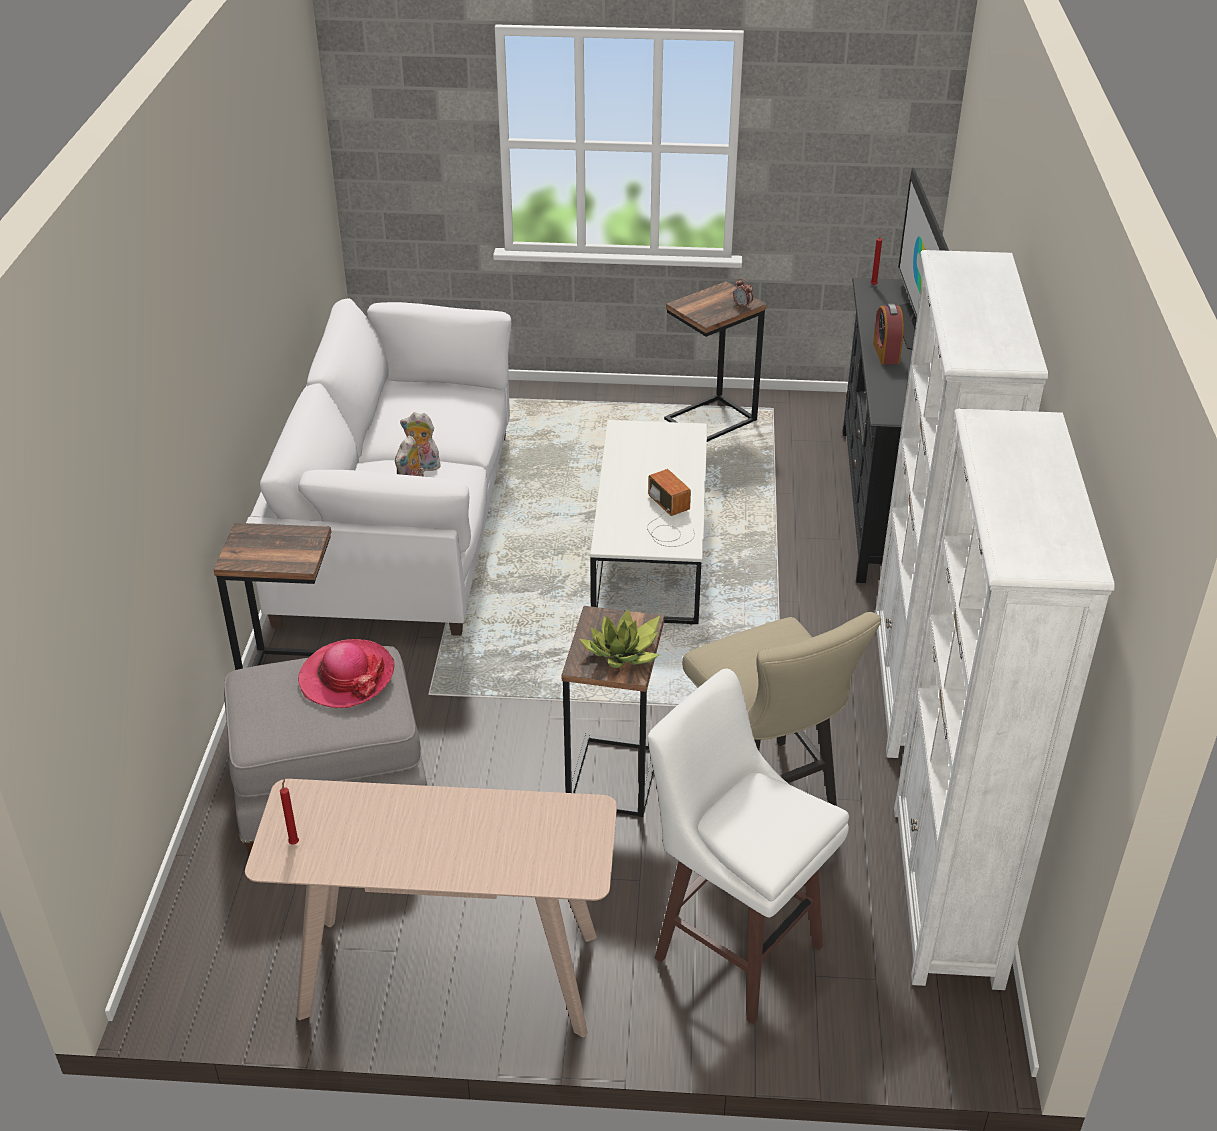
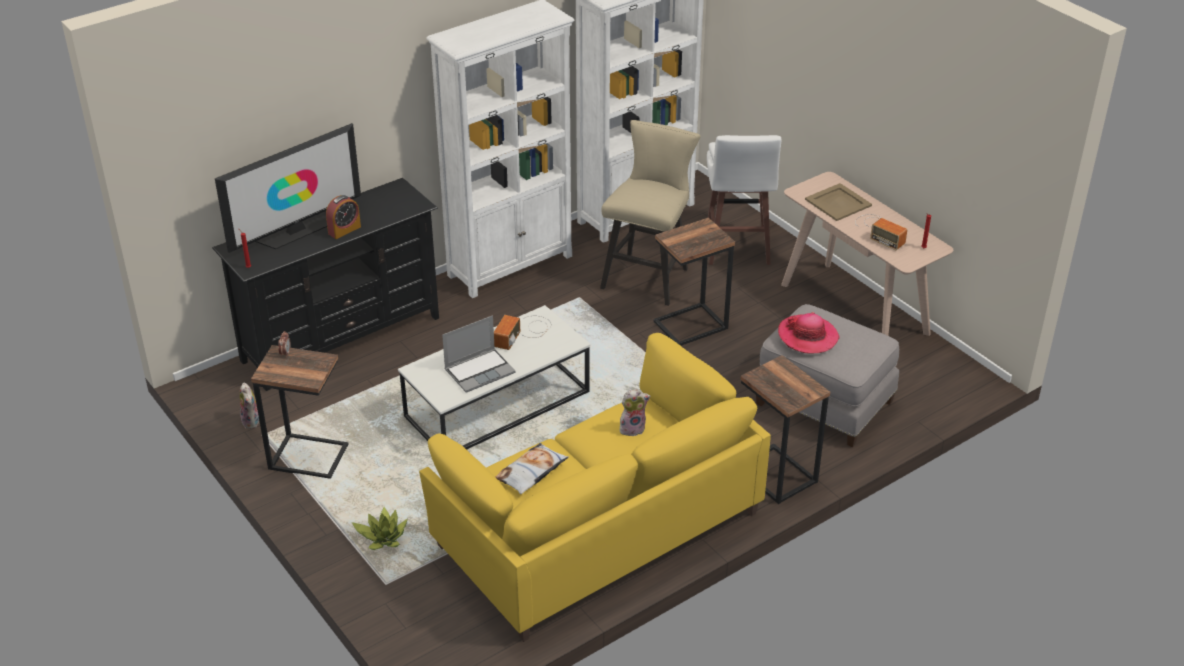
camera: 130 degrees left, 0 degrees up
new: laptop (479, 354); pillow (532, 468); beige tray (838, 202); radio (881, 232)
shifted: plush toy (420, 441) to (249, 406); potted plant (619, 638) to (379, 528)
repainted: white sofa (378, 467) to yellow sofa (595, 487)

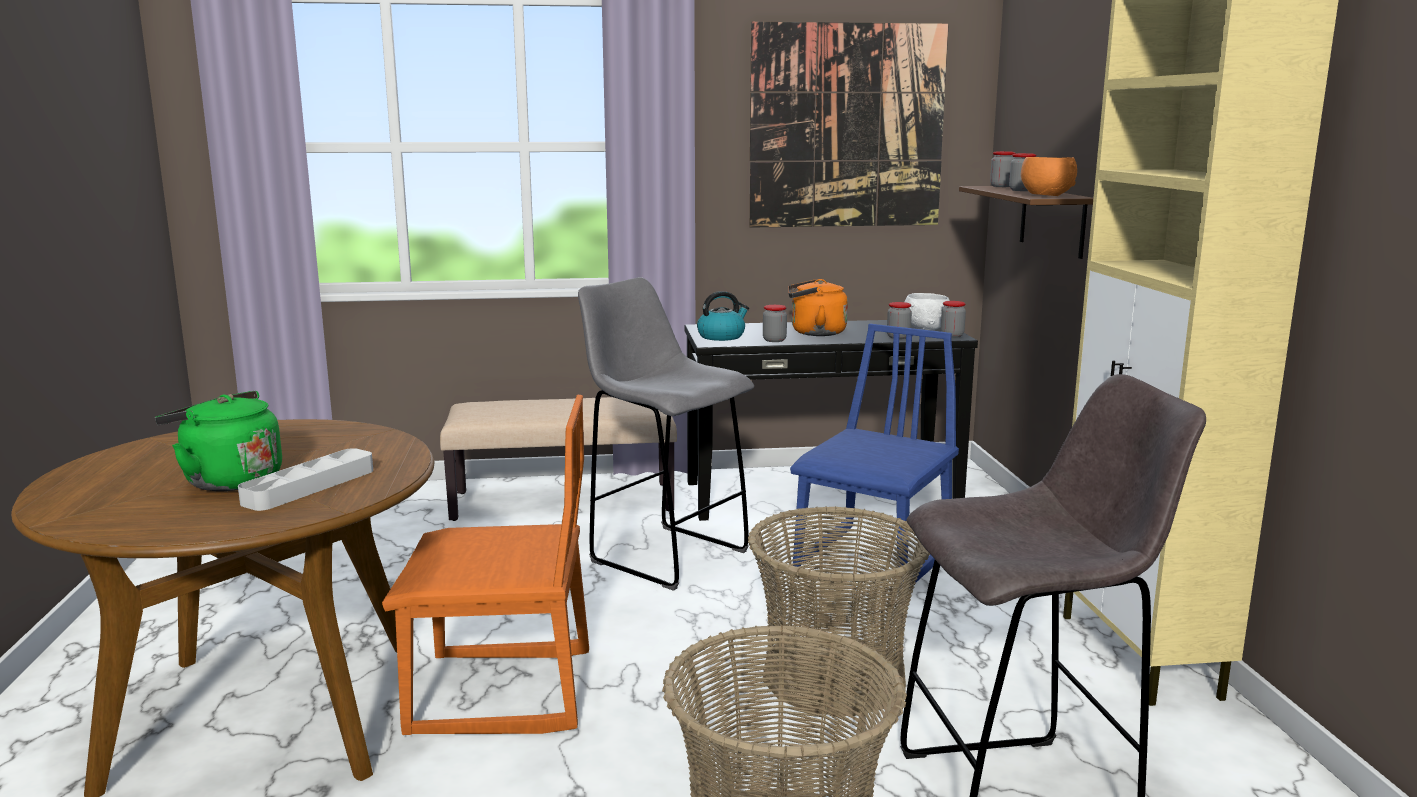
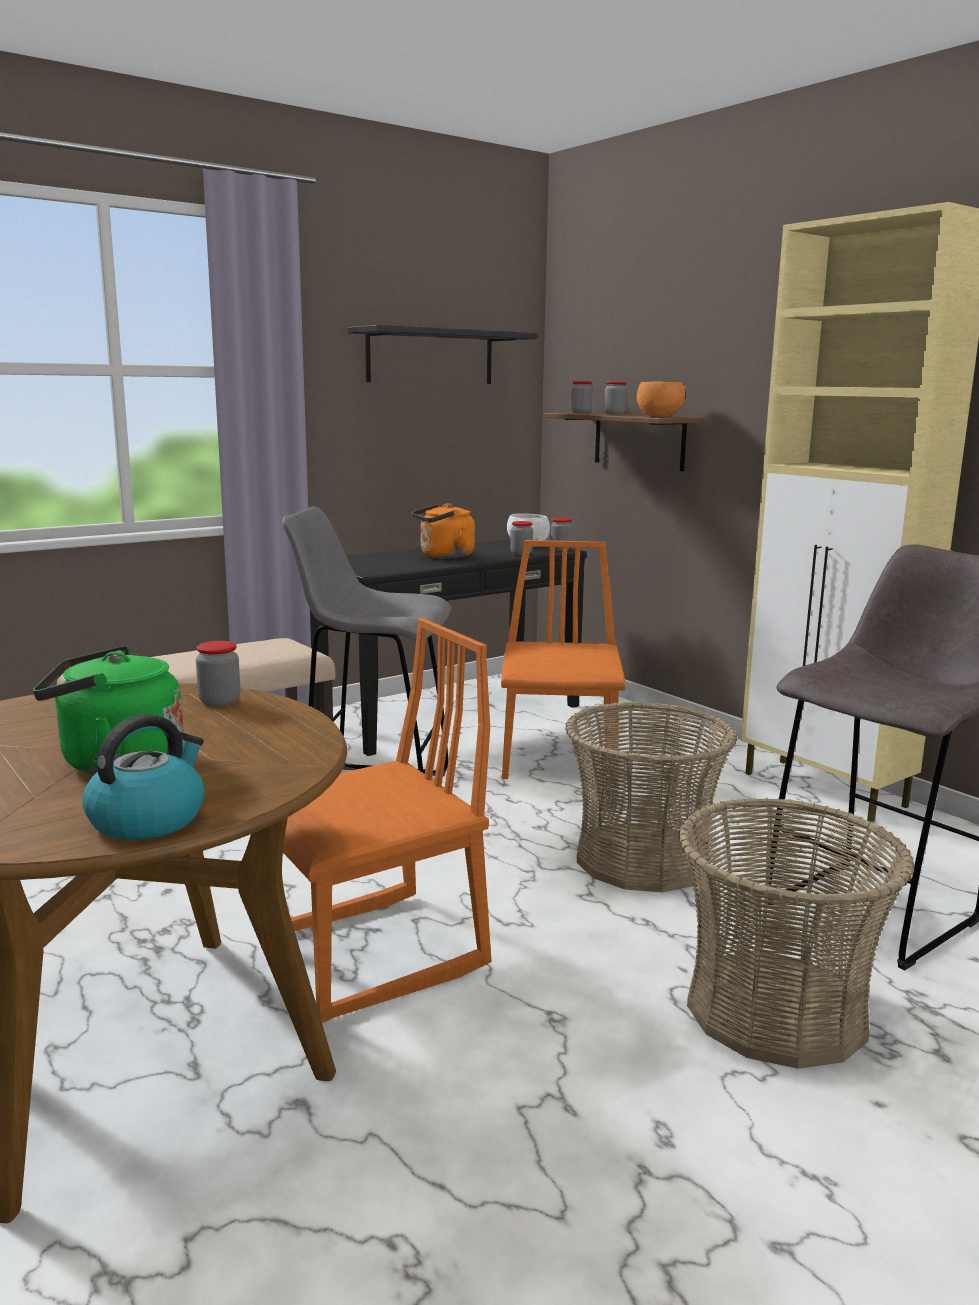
camera: 30 degrees left, 0 degrees up
gone: grey tray (305, 479)
shifted: kettle (723, 316) to (143, 777); jar (775, 323) to (218, 674)
swapped: picture (849, 124) to black shelf (443, 354)
repainted: blue chair (874, 459) to orange chair (563, 659)

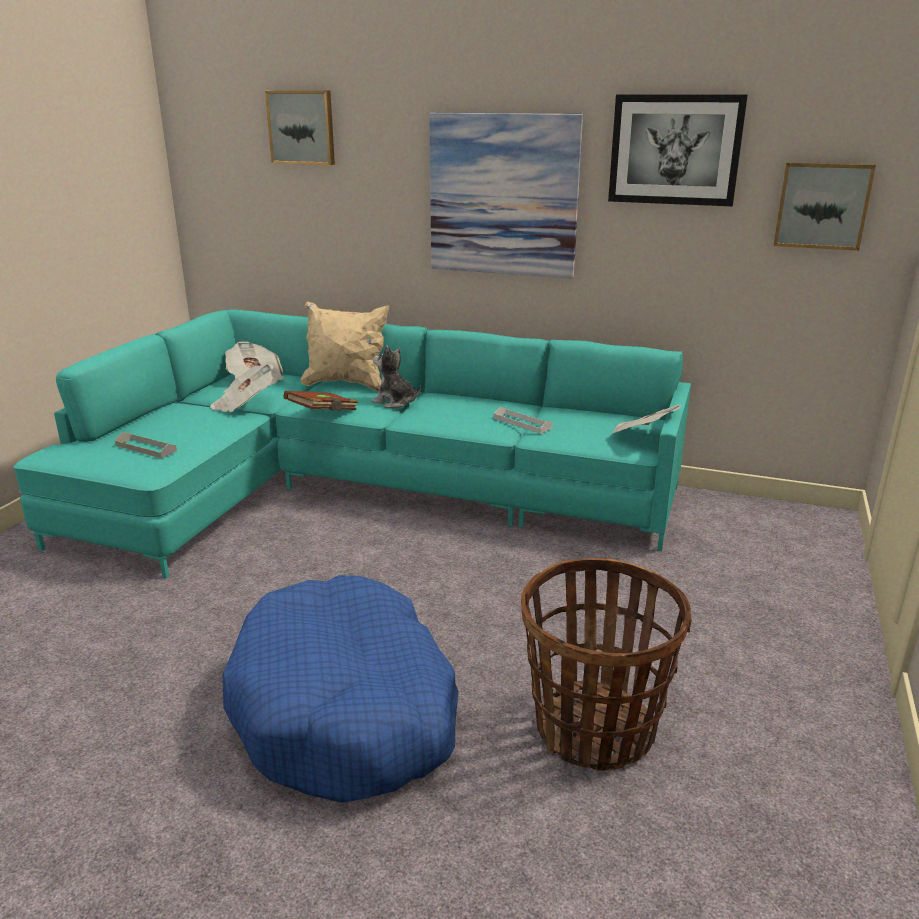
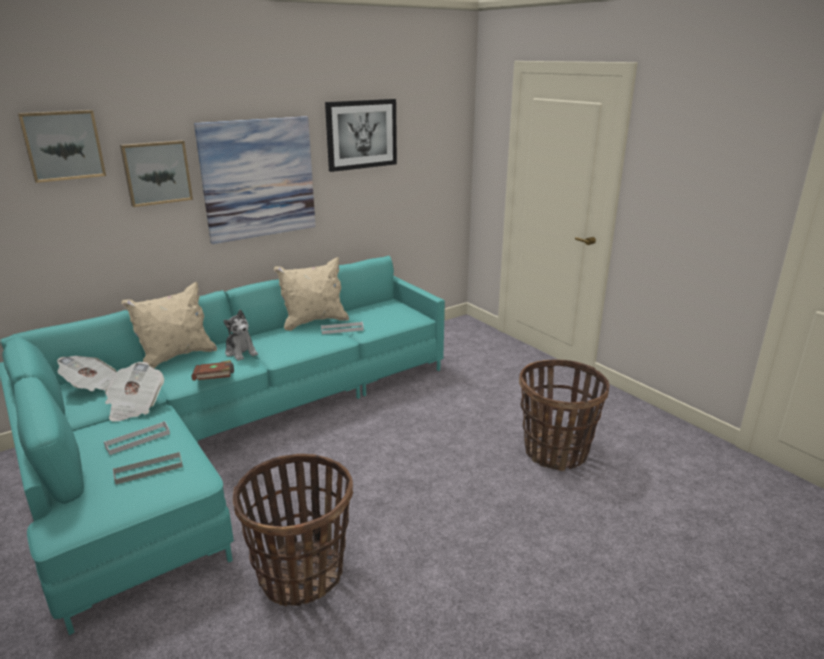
camera: 55 degrees left, 0 degrees up
gone: blue dog bed (340, 689); newspaper (645, 419)
new: white tray (137, 438); basket (293, 530); beige pillow (311, 294)
shifted: picture (825, 206) to (156, 173)
rotated: plush toy (396, 376) = (240, 335) 105 degrees counterclockwise

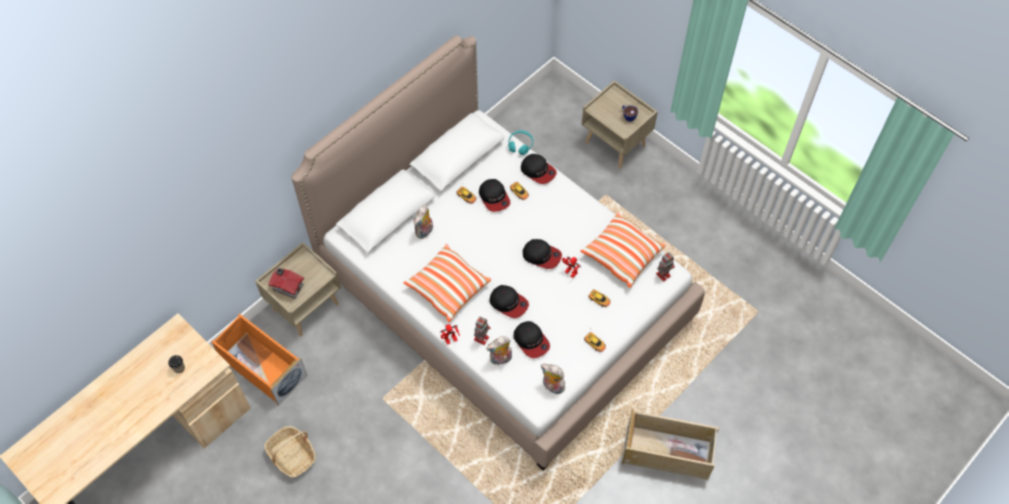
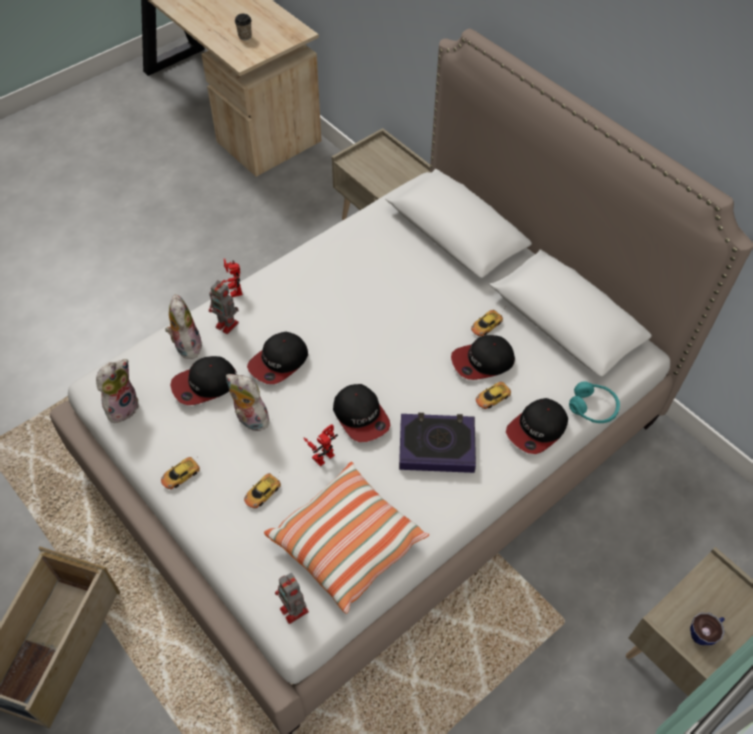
camera: 95 degrees right, 5 degrees down
gone: orange storage box (259, 360); basket (290, 452); toy house (286, 283); pillow (447, 283)
new: book (437, 443)
shifted: plush toy (423, 222) to (250, 402)
rotated: cap (542, 254) = (361, 413) 60 degrees counterclockwise

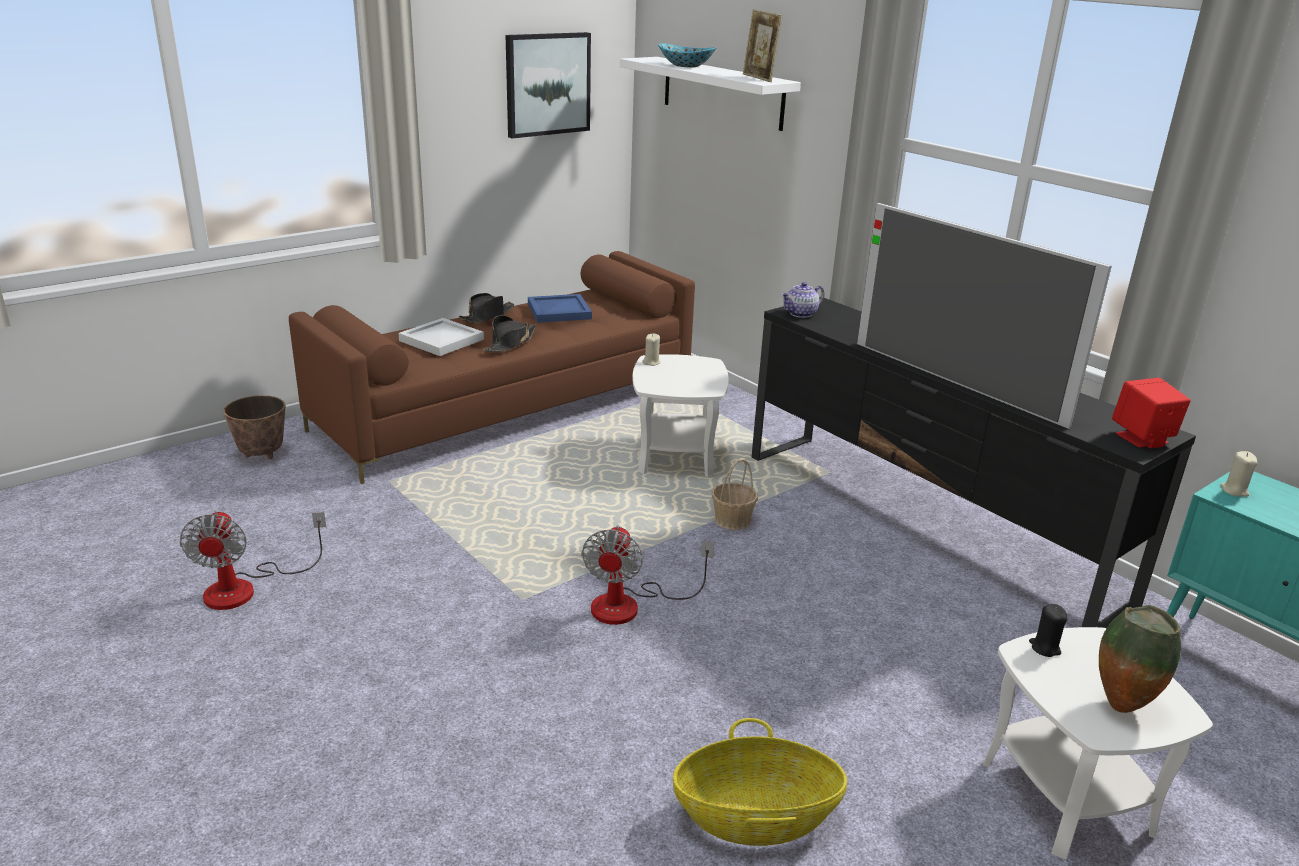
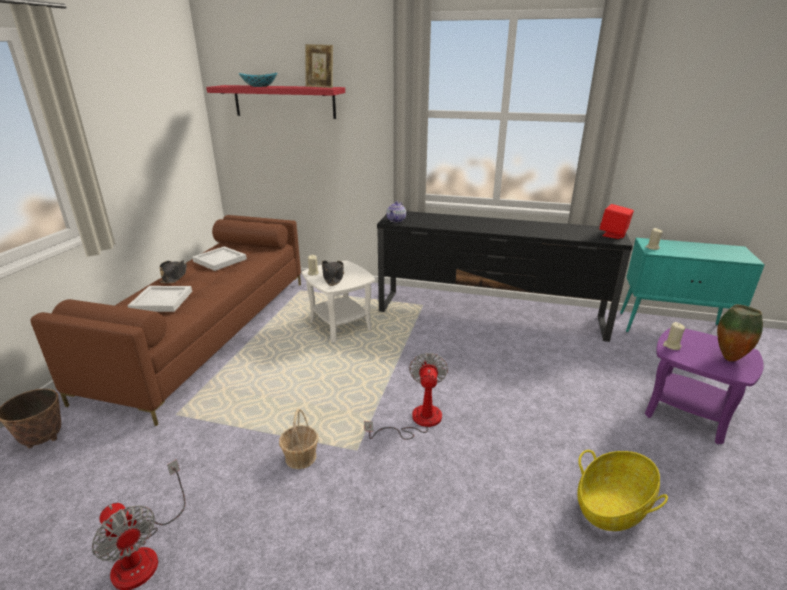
camera: 35 degrees left, 0 degrees up
gone: picture (548, 85); television (984, 316)
shifted: black hat (509, 333) to (333, 273); basket (735, 494) to (298, 439)
repainted: blue tray (560, 308) to white tray (219, 258); white shelf (710, 94) to red shelf (275, 102); white side table (1098, 743) to purple side table (704, 386); black candle (1048, 630) to beige candle (674, 336)
rotated: fan (648, 575) = (406, 396) 150 degrees counterclockwise

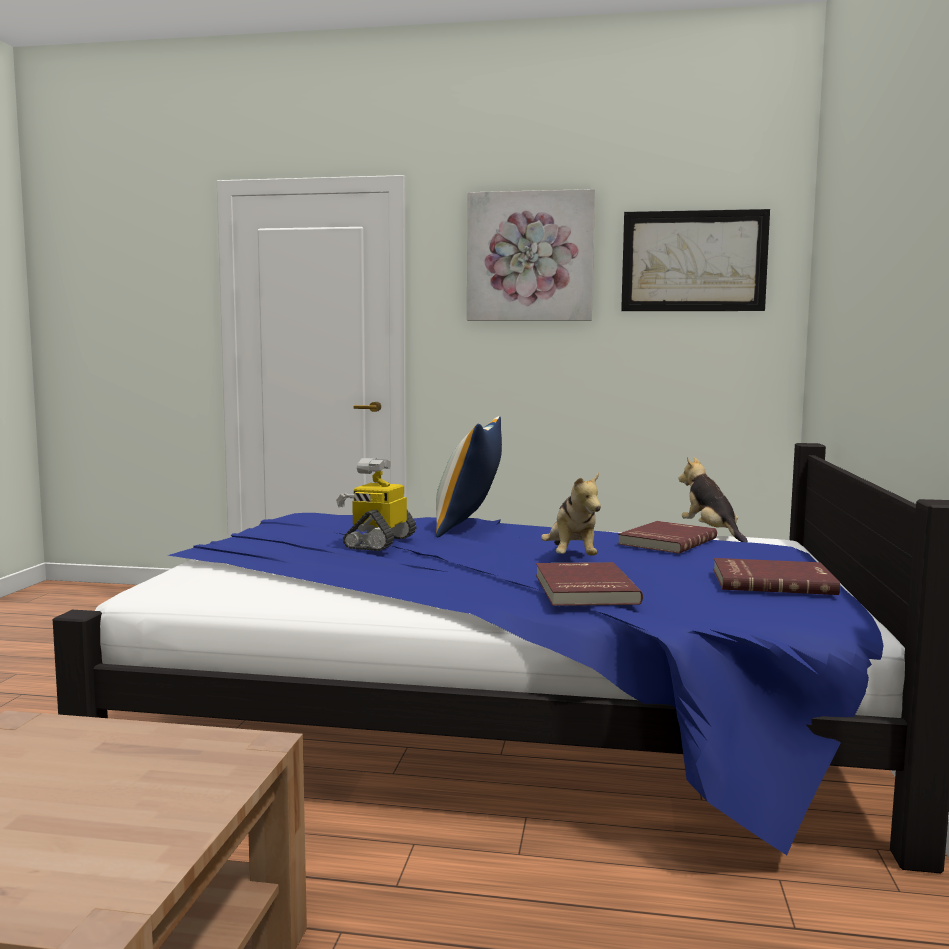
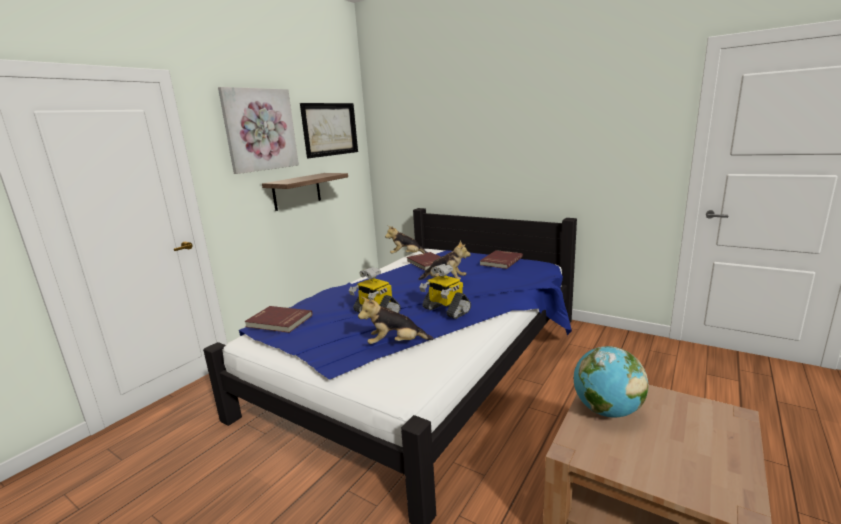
camera: 65 degrees left, 10 degrees up
gone: pillow (469, 477)
new: shelf (305, 192); plush toy (396, 320); toy robot (445, 291); globe (611, 382)
shifted: red book (589, 584) to (278, 319)

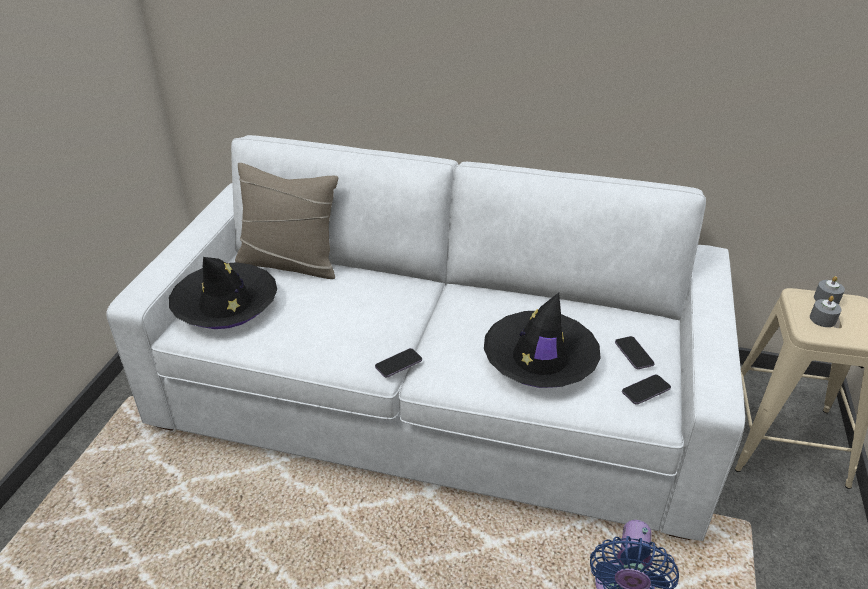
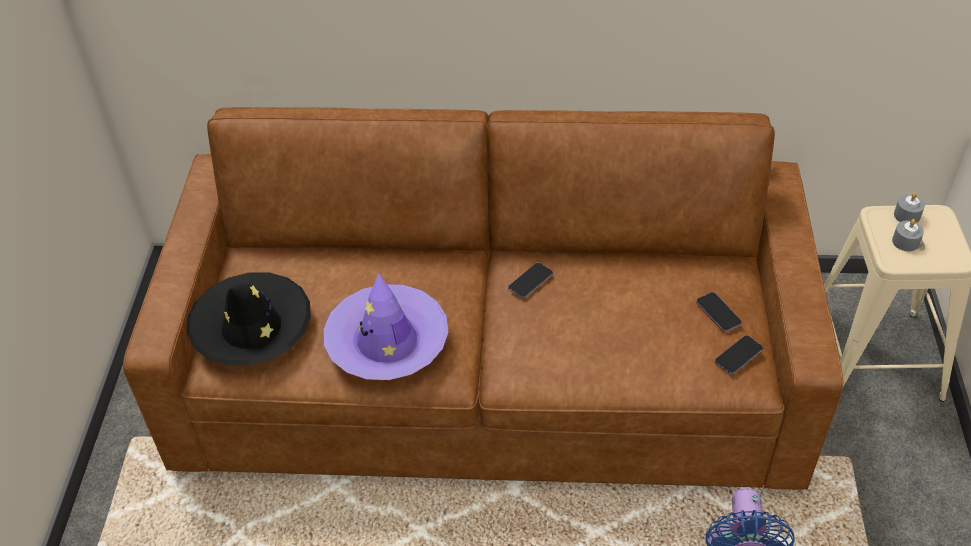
camera: 10 degrees left, 10 degrees up
gone: beige pillow (286, 221); black hat (542, 340)
new: purple hat (385, 326)
shifted: phone (398, 363) to (530, 280)
repainted: white sofa (425, 338) to brown sofa (483, 298)

